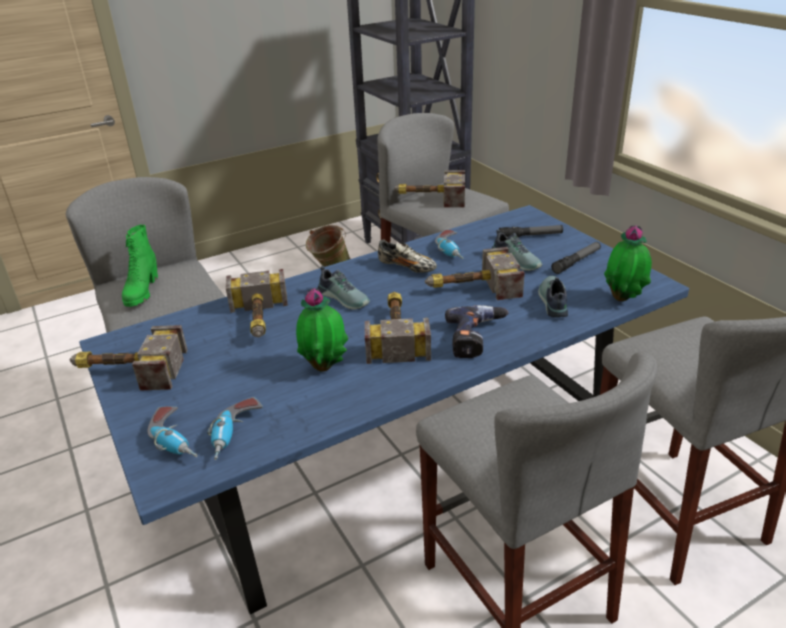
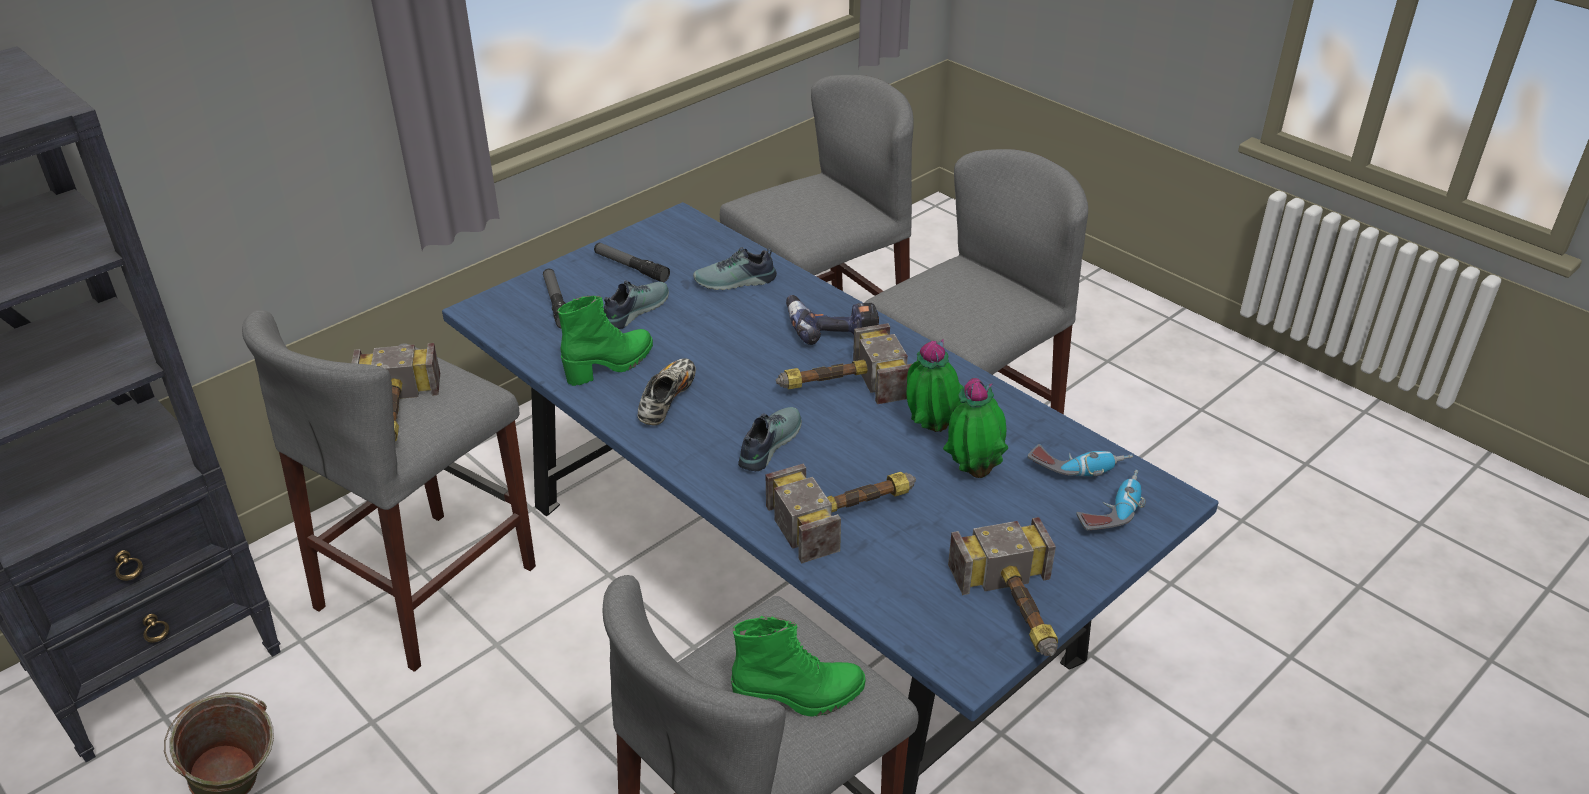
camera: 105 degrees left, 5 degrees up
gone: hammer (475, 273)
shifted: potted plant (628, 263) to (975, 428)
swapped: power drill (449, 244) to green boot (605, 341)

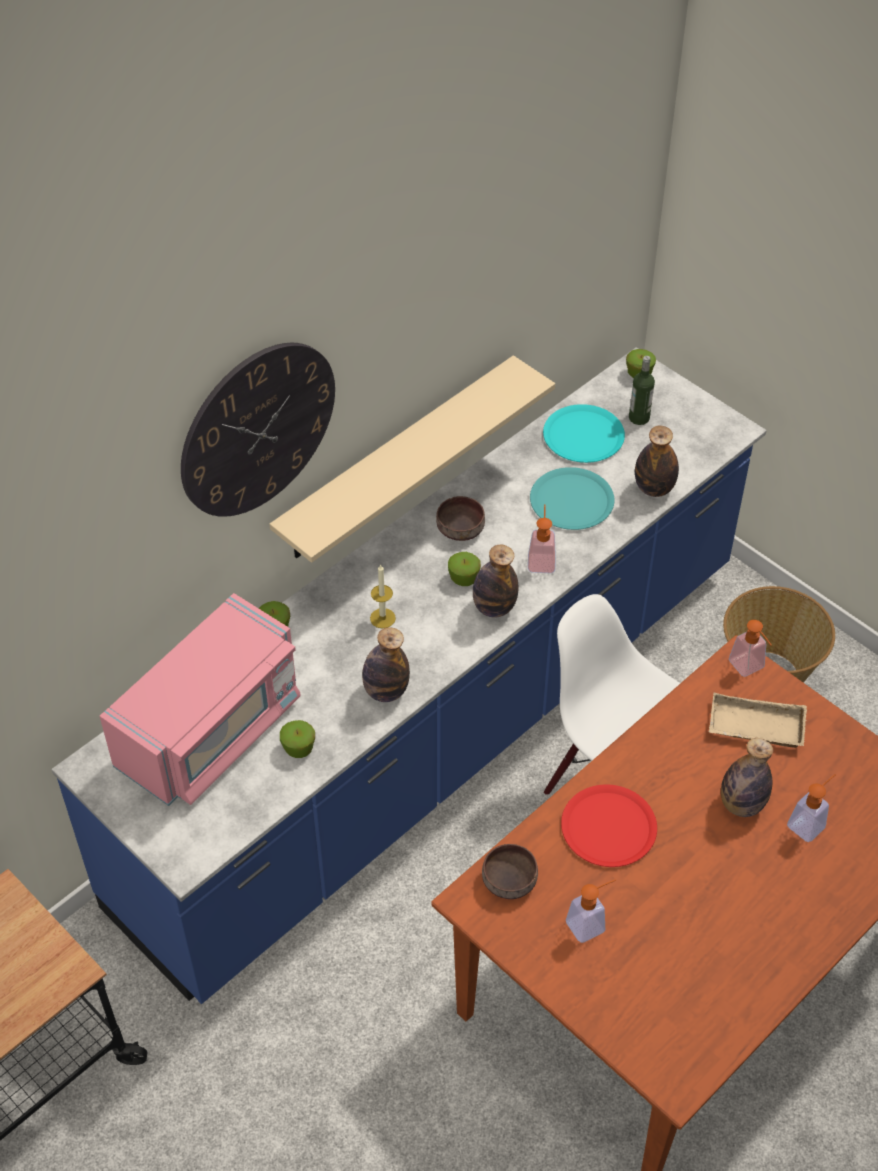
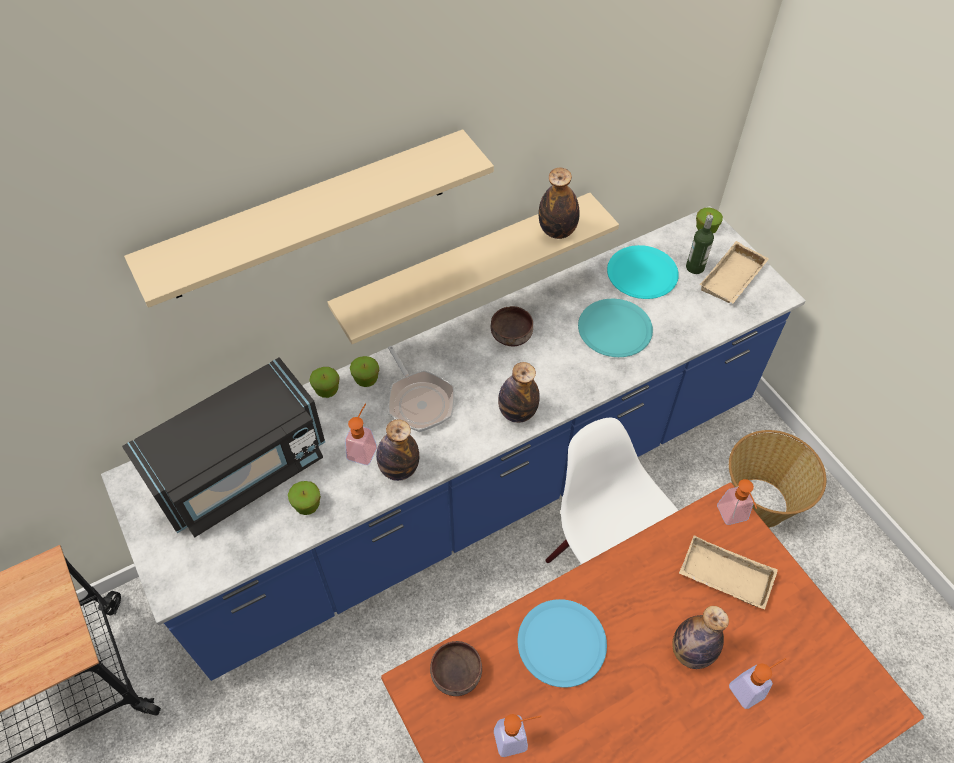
camera: 15 degrees right, 5 degrees up
new: beige tray (734, 272)
shifted: apple (464, 569) to (364, 371); soap dispenser (542, 538) to (361, 434); bottle (657, 461) to (559, 203)
swapped: wall clock (258, 430) to beige shelf (309, 218); candle (383, 596) to frying pan (421, 389)
repainted: pink microwave (200, 699) to black microwave (223, 447); red plate (609, 826) to blue plate (562, 643)

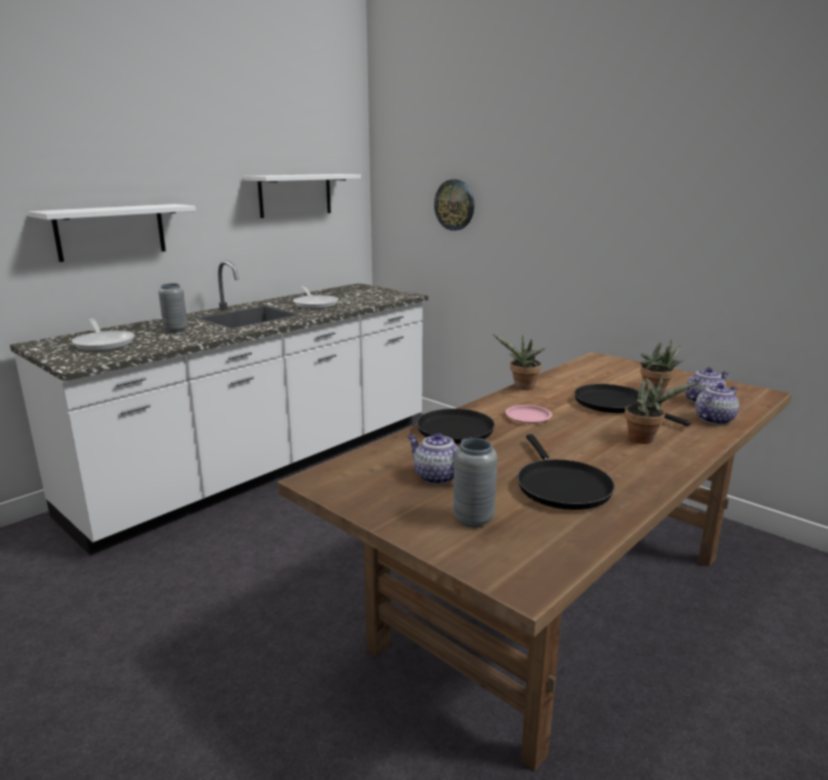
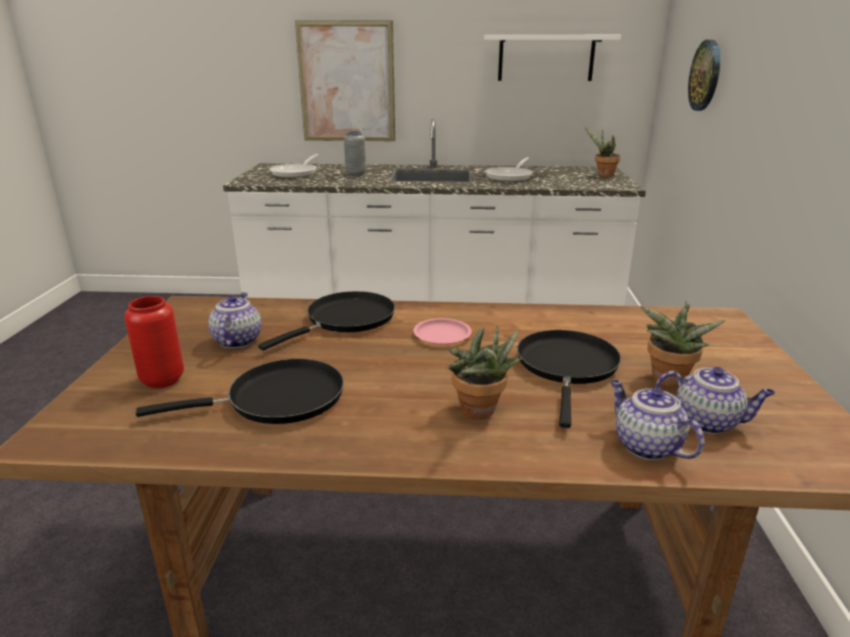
camera: 50 degrees right, 5 degrees up
shifted: potted plant (519, 362) to (603, 152)
swapped: white shelf (112, 233) to picture (345, 80)
repainted: grey vase (475, 482) to red vase (154, 342)
rotated: black frying pan (566, 472) = (240, 391) 150 degrees counterclockwise; teapot (717, 404) = (657, 420) 135 degrees counterclockwise

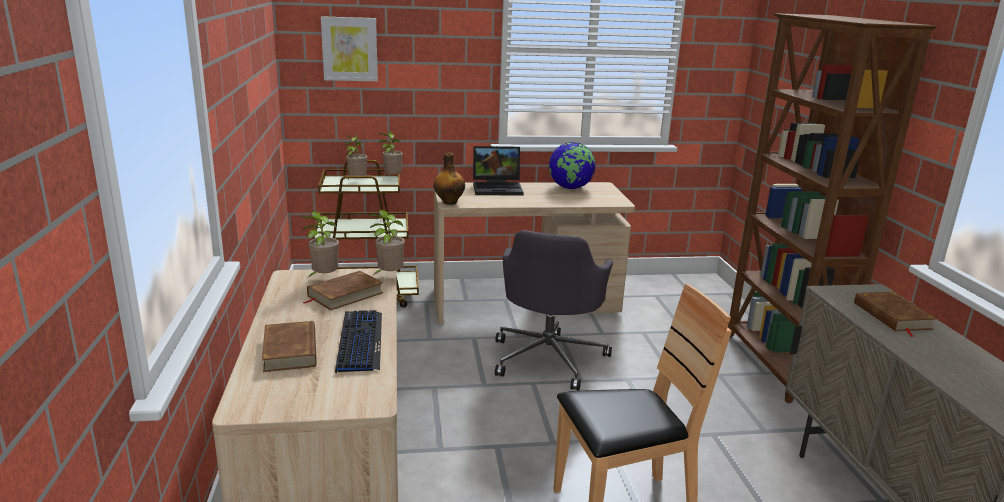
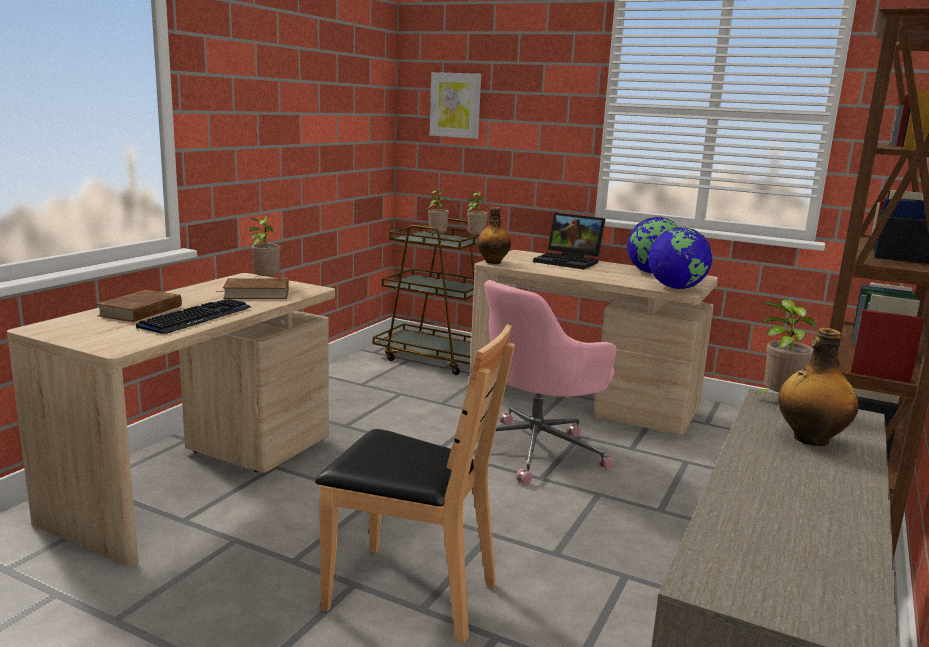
camera: 35 degrees right, 5 degrees down
new: globe (680, 258)
shifted: potted plant (387, 243) to (785, 346)
swapped: brown book (895, 314) to bottle (818, 387)
repainted: grey office chair (554, 310) to pink office chair (550, 382)

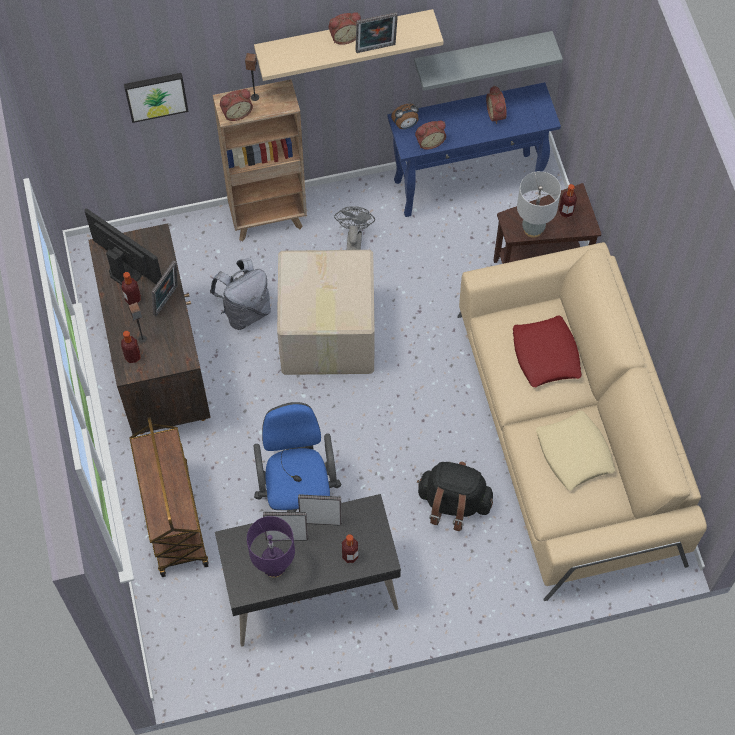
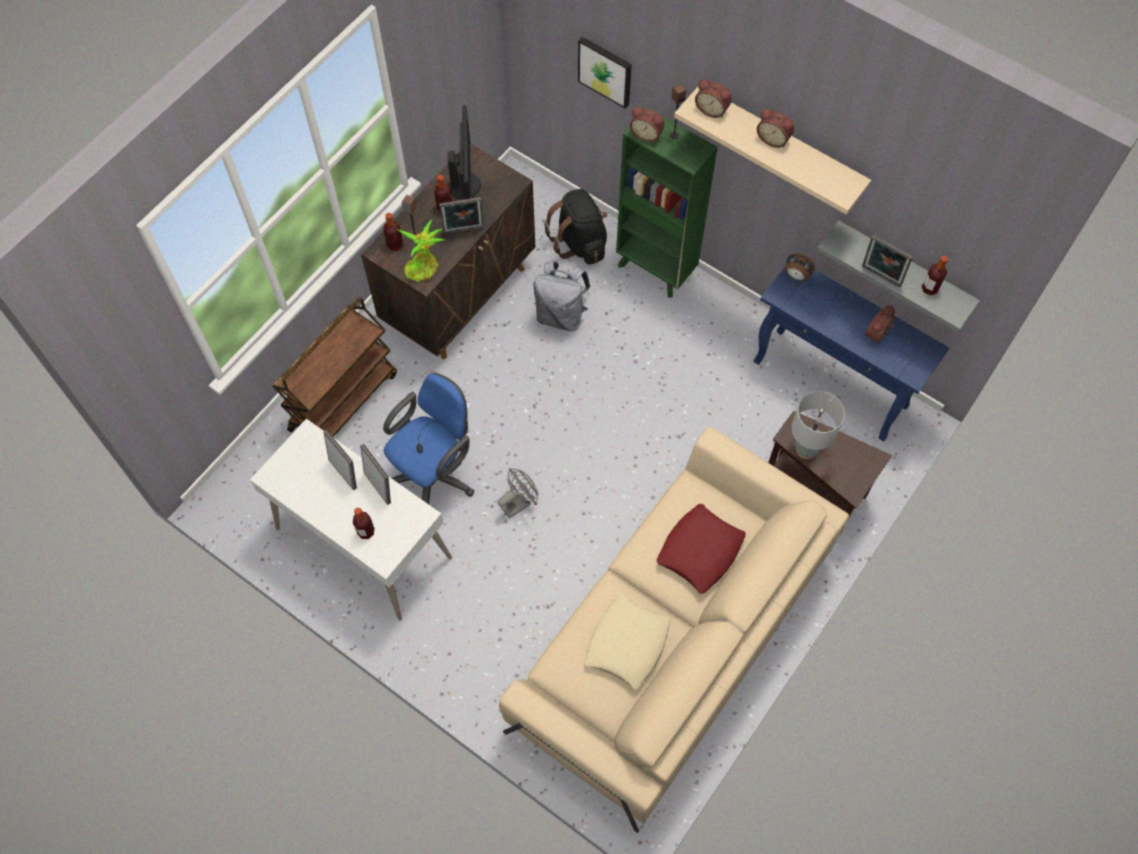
camera: 50 degrees right, 0 degrees up
gone: purple table lamp (271, 547); cardboard box (326, 312)
new: potted plant (421, 250)
shifted: grey fan (354, 228) to (517, 493); picture frame (376, 32) to (887, 261); alarm clock (430, 135) to (713, 98); black backpack (455, 496) to (576, 227); bottle (568, 201) to (935, 275)
repainted: brown bookcase (260, 160) to green bookcase (667, 202); black desk (308, 570) to white desk (351, 520)

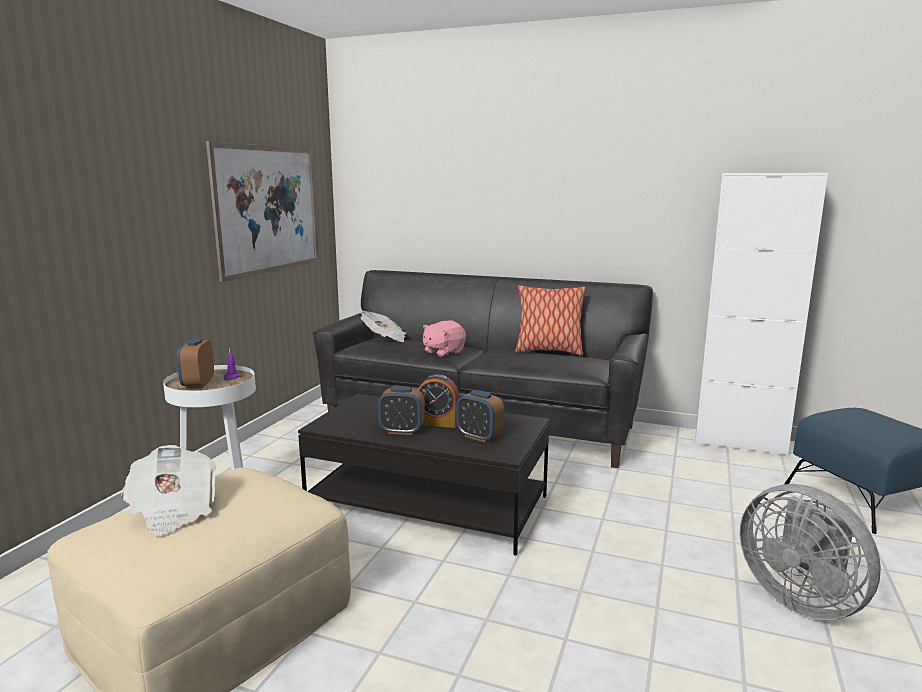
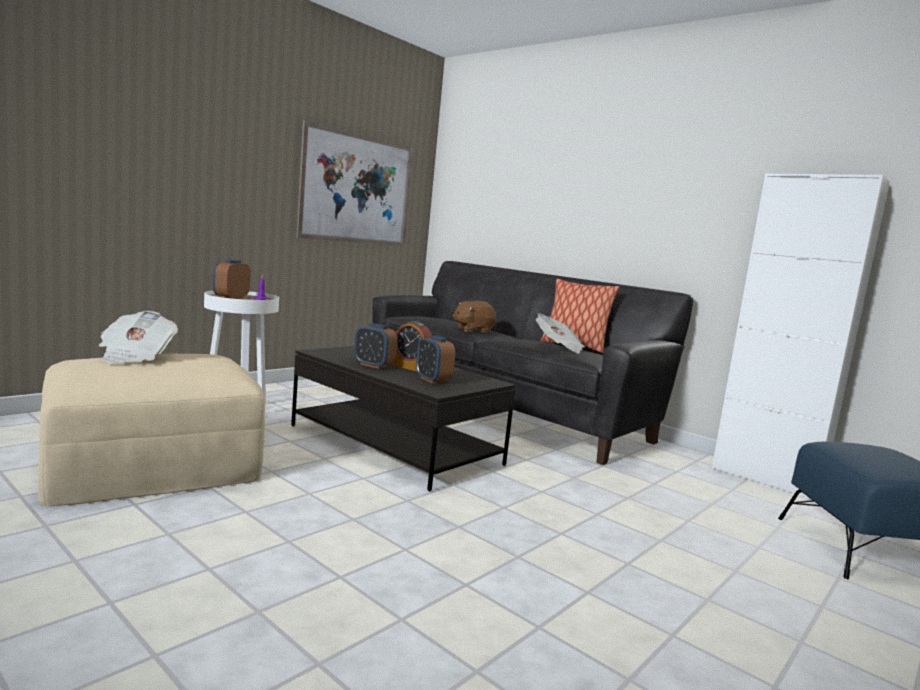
camera: 20 degrees right, 5 degrees down
gone: grey fan (810, 552)
shifted: newspaper (383, 326) to (560, 333)
repainted: pink plush toy (444, 339) to brown plush toy (474, 317)

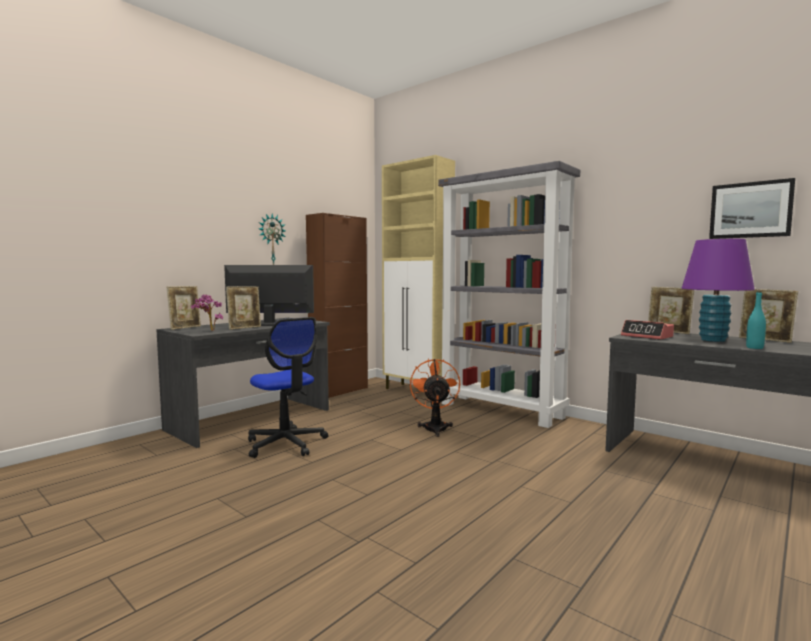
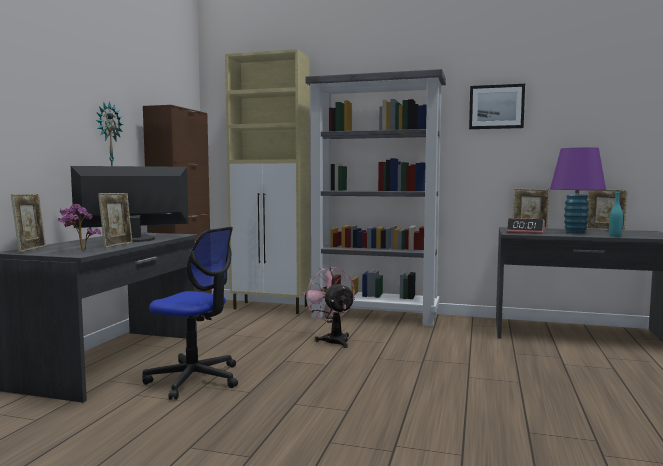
camera: 25 degrees left, 0 degrees up
shifted: picture (752, 208) to (497, 106)
repainted: orange fan (435, 397) to pink fan (328, 307)

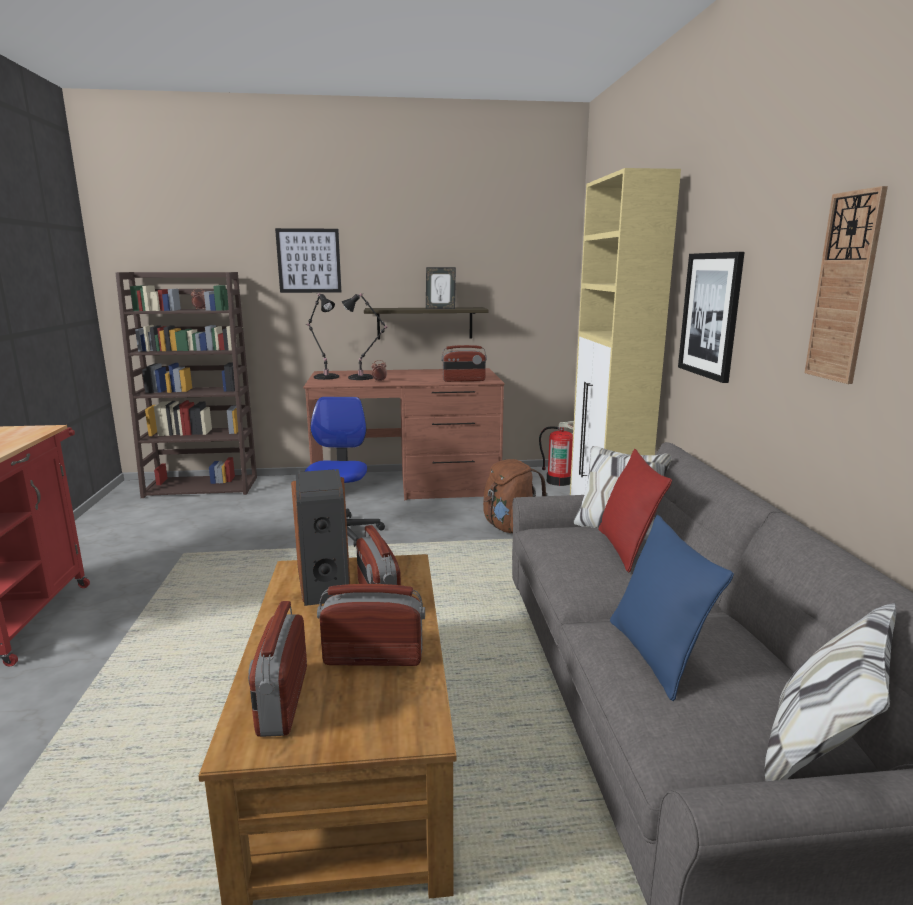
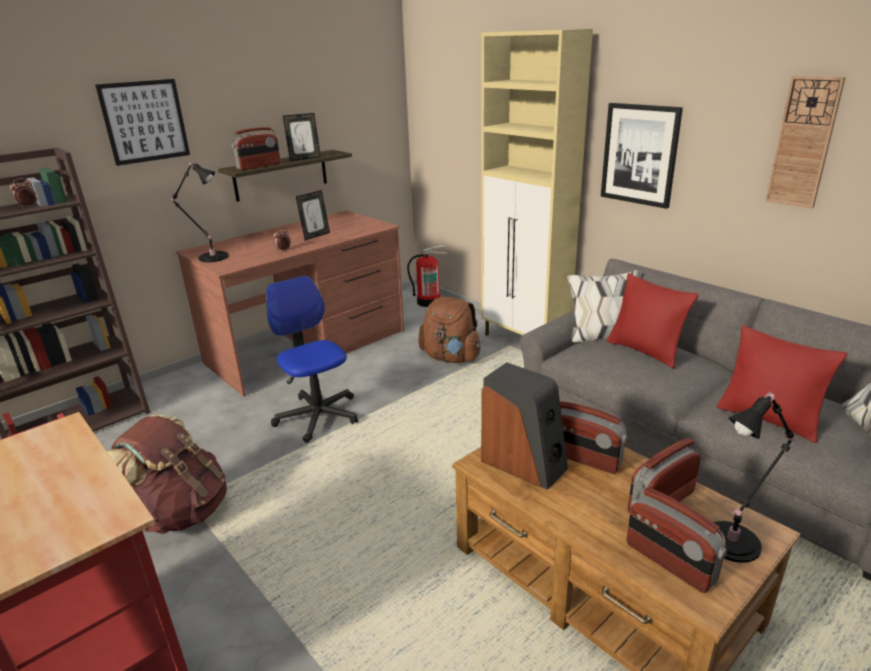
camera: 35 degrees left, 10 degrees up
new: brown backpack (167, 474); picture frame (313, 215)
shifted: black table lamp (364, 336) to (754, 477); radio (464, 363) to (256, 148)
repainted: blue pillow (672, 608) to red pillow (782, 384)

